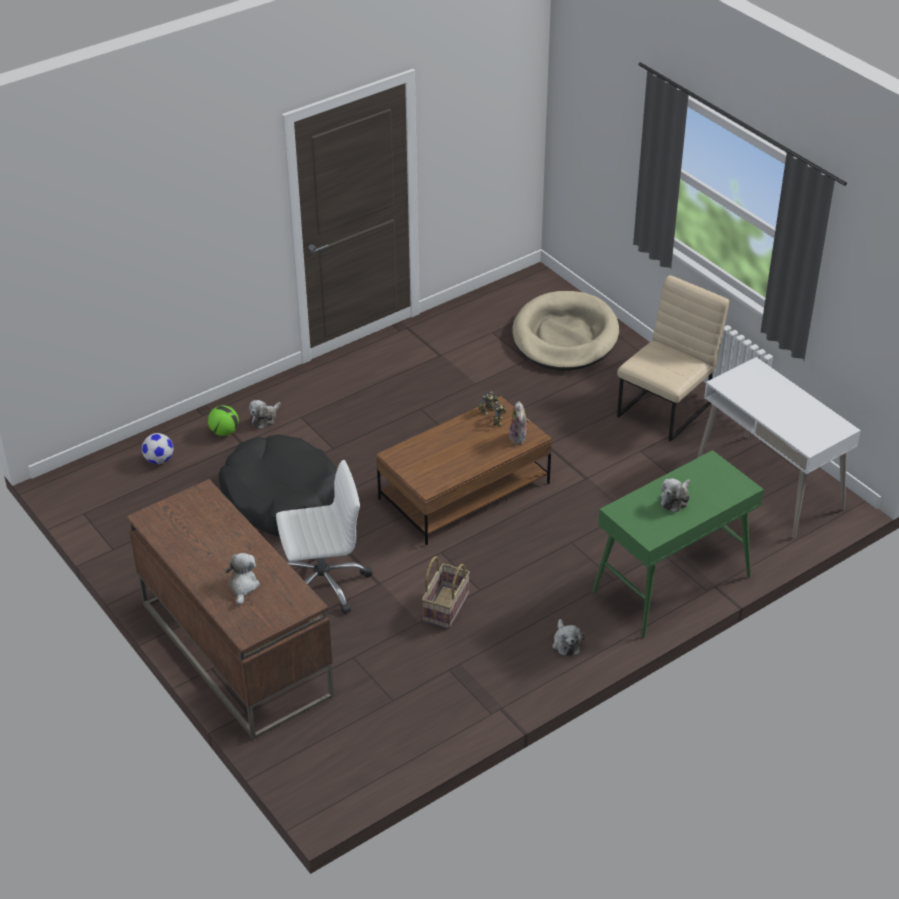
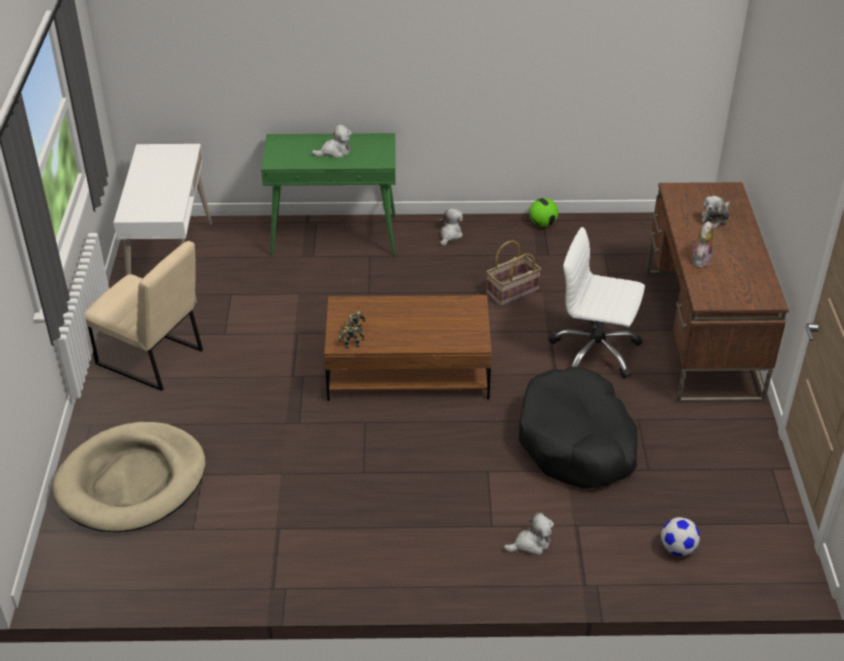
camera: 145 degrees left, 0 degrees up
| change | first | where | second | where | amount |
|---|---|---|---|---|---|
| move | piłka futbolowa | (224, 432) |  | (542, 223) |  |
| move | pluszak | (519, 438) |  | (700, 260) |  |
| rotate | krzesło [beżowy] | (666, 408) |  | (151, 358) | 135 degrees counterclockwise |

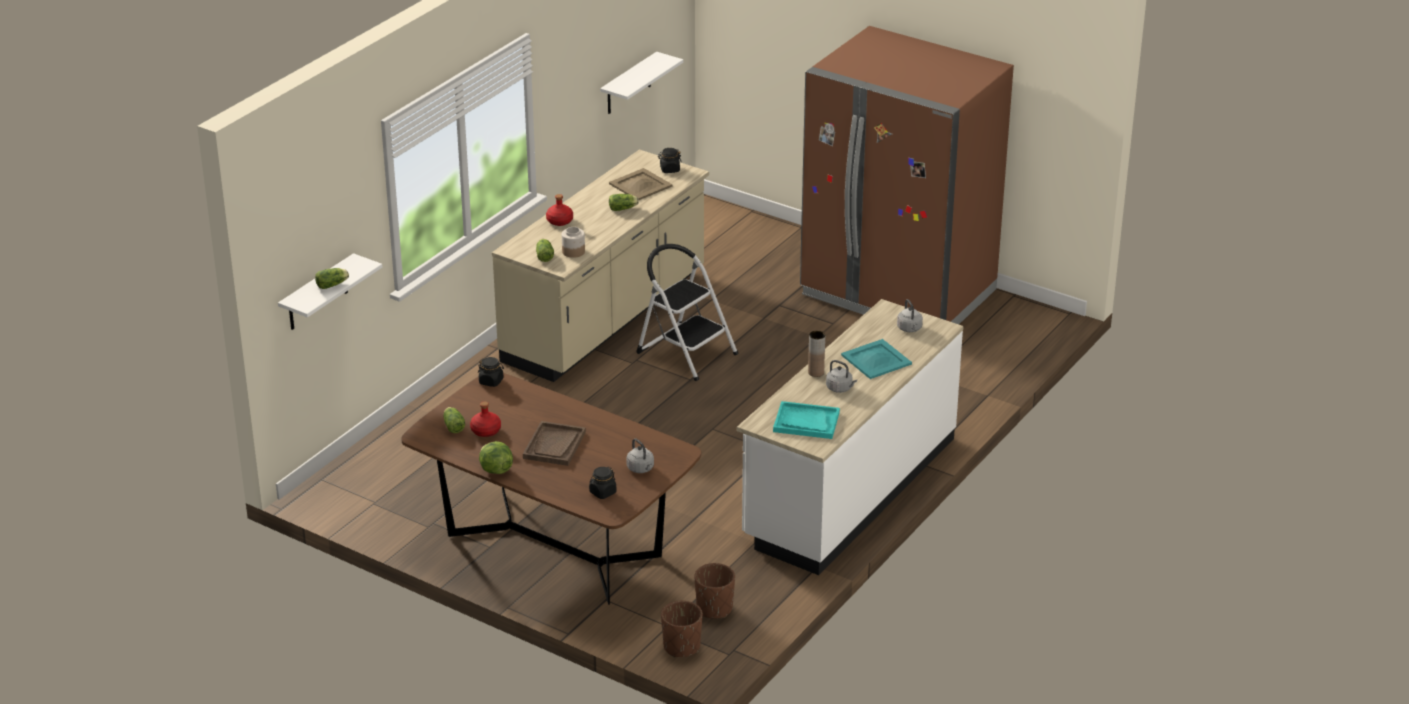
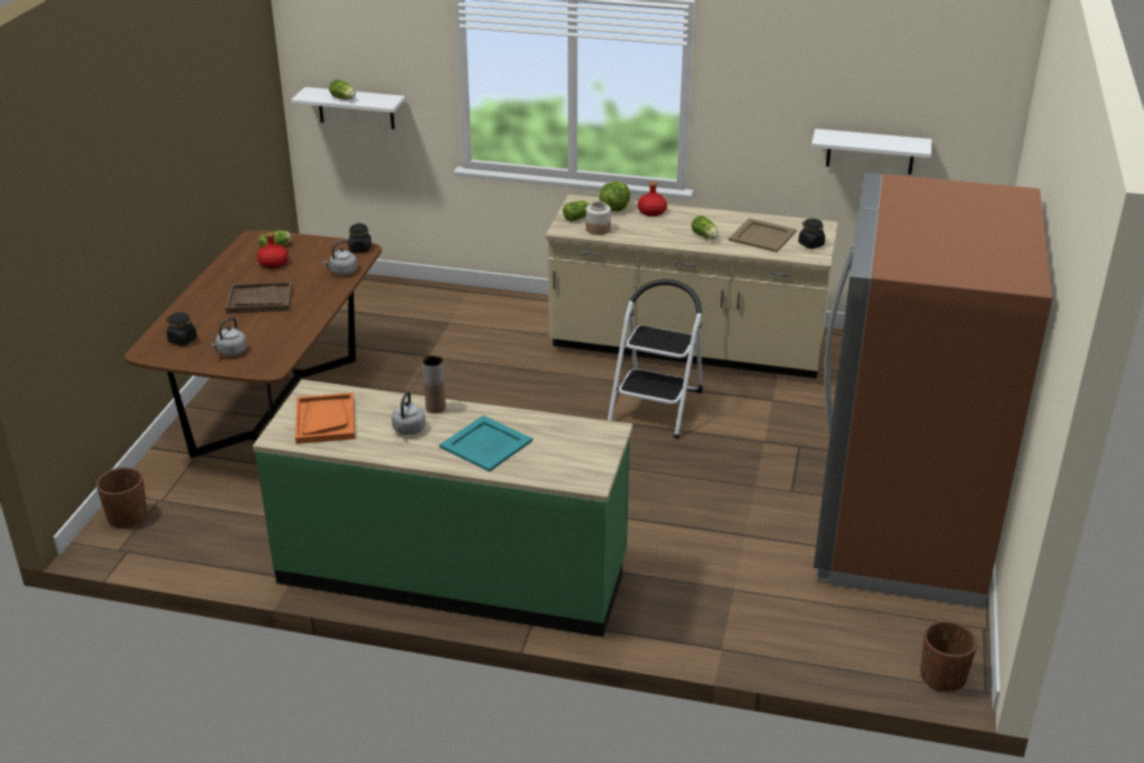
camera: 70 degrees right, 0 degrees up
| change | first | where | second | where | amount |
|---|---|---|---|---|---|
| move | sałata | (495, 470) |  | (614, 208) |  |
| move | donica [brązowy] | (714, 608) |  | (942, 677) |  |
| move | czajnik [szary] | (910, 329) |  | (342, 272) |  |
| recolor | zabudowa kuchenna [biały] | (849, 489) | zabudowa kuchenna [zielony] | (453, 572) |  |
| recolor | taca [turkusowy] | (806, 422) | taca [pomarańczowy] | (325, 420) |  |

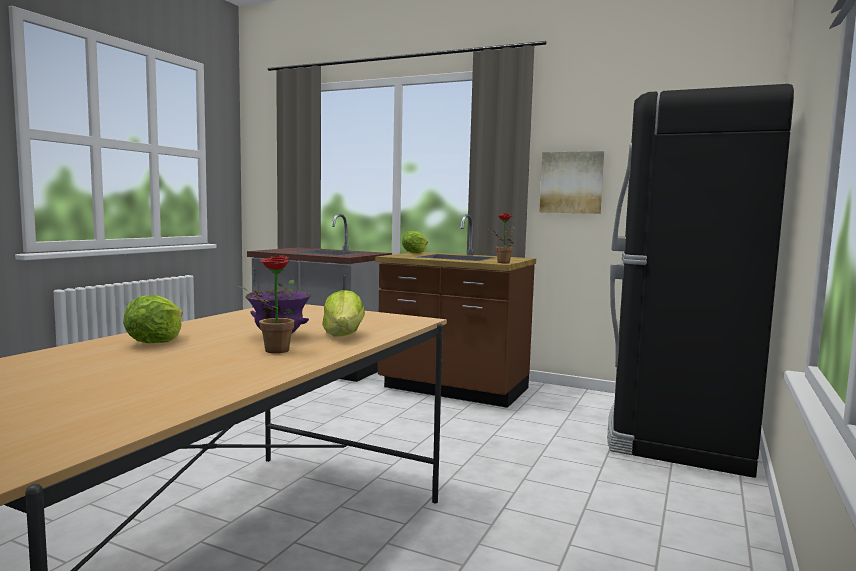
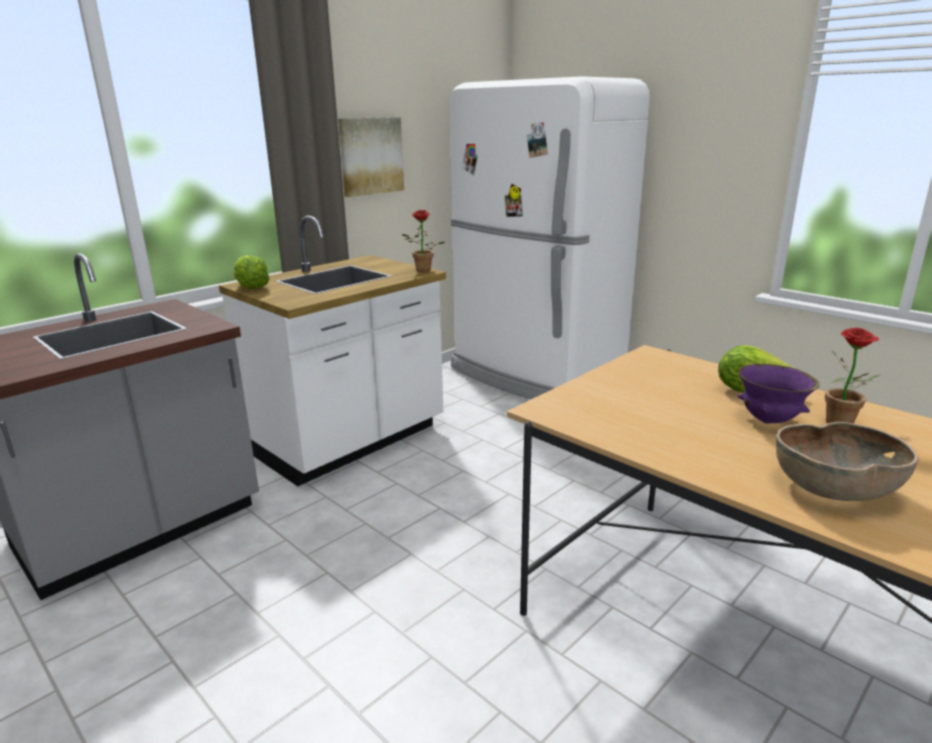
camera: 70 degrees left, 15 degrees up
| change | first | where | second | where | amount |
|---|---|---|---|---|---|
| replace | sałata | (155, 342) | miska [brązowy] | (834, 490) |  |
| recolor | zabudowa kuchenna [brązowy] | (453, 389) | zabudowa kuchenna [biały] | (350, 442) |  |
| recolor | lodówka [czarny] | (679, 433) | lodówka [biały] | (535, 374) |  |

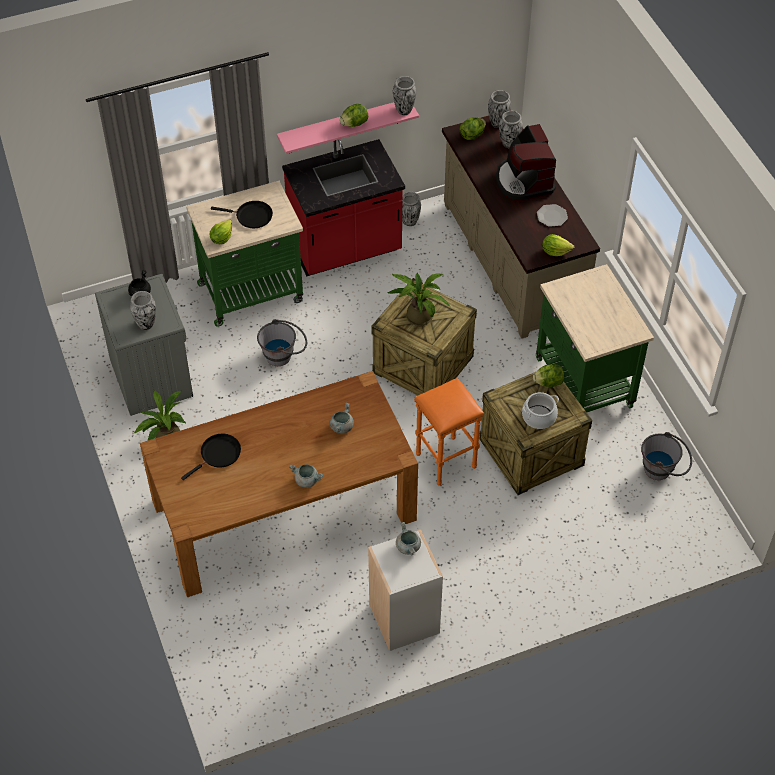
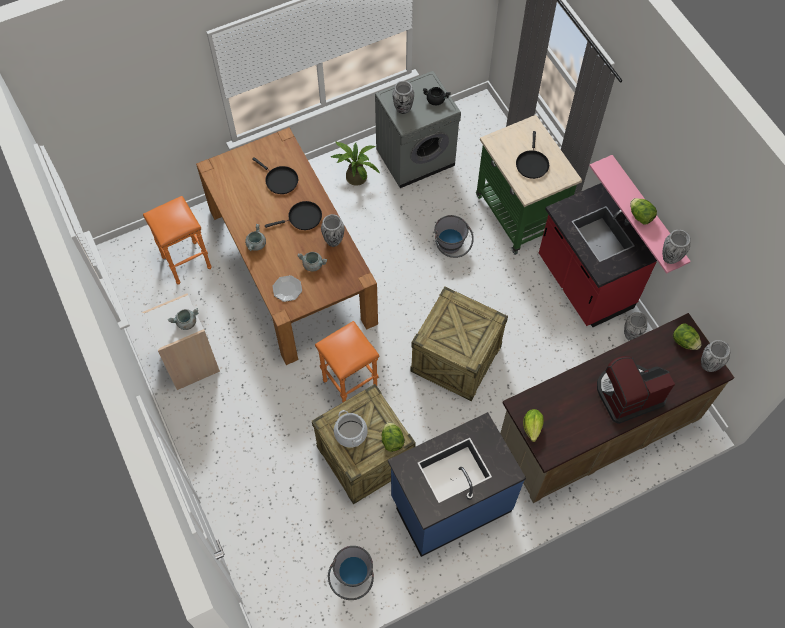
camera: 85 degrees right, 10 degrees up
| change | first | where | second | where | amount |
|---|---|---|---|---|---|
| delete | sałata | (221, 238) |  |  |  |
| delete | roślina doniczkowa | (417, 315) |  |  |  |
| insert |  |  | stołek [pomarańczowy] | (185, 262) |  |
| insert |  |  | patelnia [czarny] | (302, 218) |  |
| move | wazon | (509, 144) |  | (333, 241) |  |
| move | talerz | (552, 216) |  | (287, 289) |  |
| replace | wózek [zielony] | (584, 383) | zabudowa kuchenna [niebieski] | (450, 503) |  |

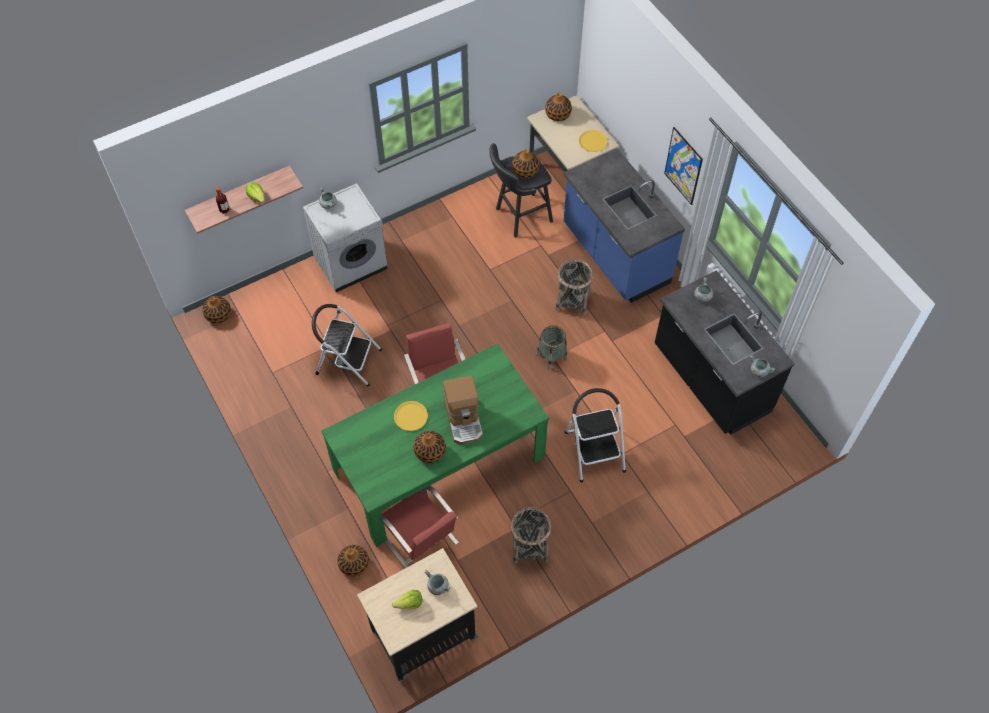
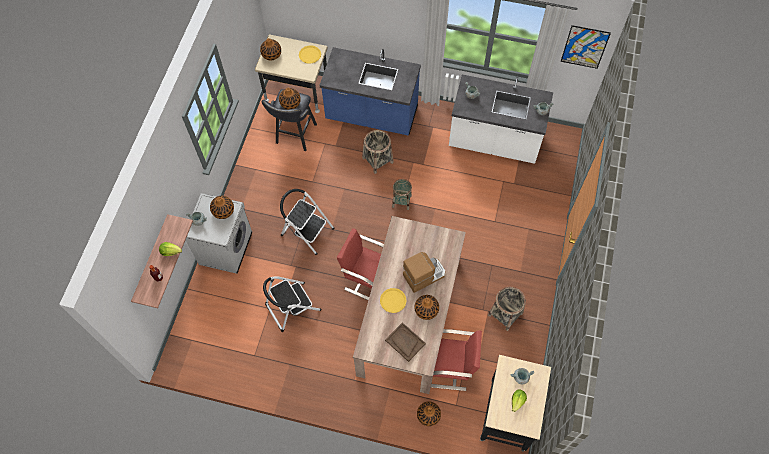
camera: 45 degrees left, 5 degrees up
| change | first | where | second | where | amount |
|---|---|---|---|---|---|
| insert |  |  | taca [brązowy] | (405, 342) |  |
| move | wazon | (218, 315) |  | (223, 211) |  |
| move | drabinka | (594, 449) |  | (306, 231) |  |
| move | obraz | (683, 166) |  | (584, 47) |  |
| recolor | stół jadalny [zielony] | (439, 463) | stół jadalny [beżowy] | (409, 316) |  |
| recolor | zabudowa kuchenna [czarny] | (710, 380) | zabudowa kuchenna [biały] | (494, 142) |  |
| rotate | ekspres do kawy | (464, 420) |  | (424, 275) | 60 degrees counterclockwise |

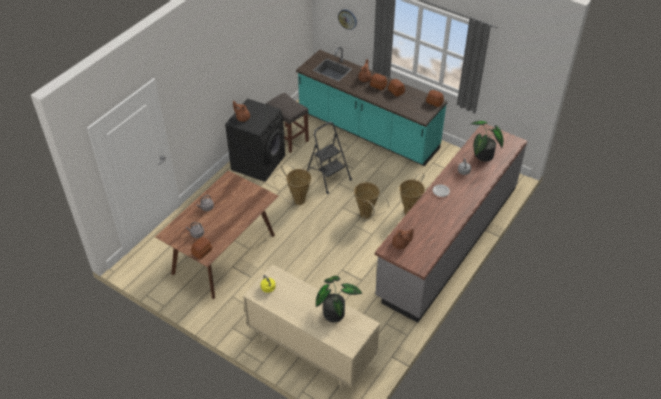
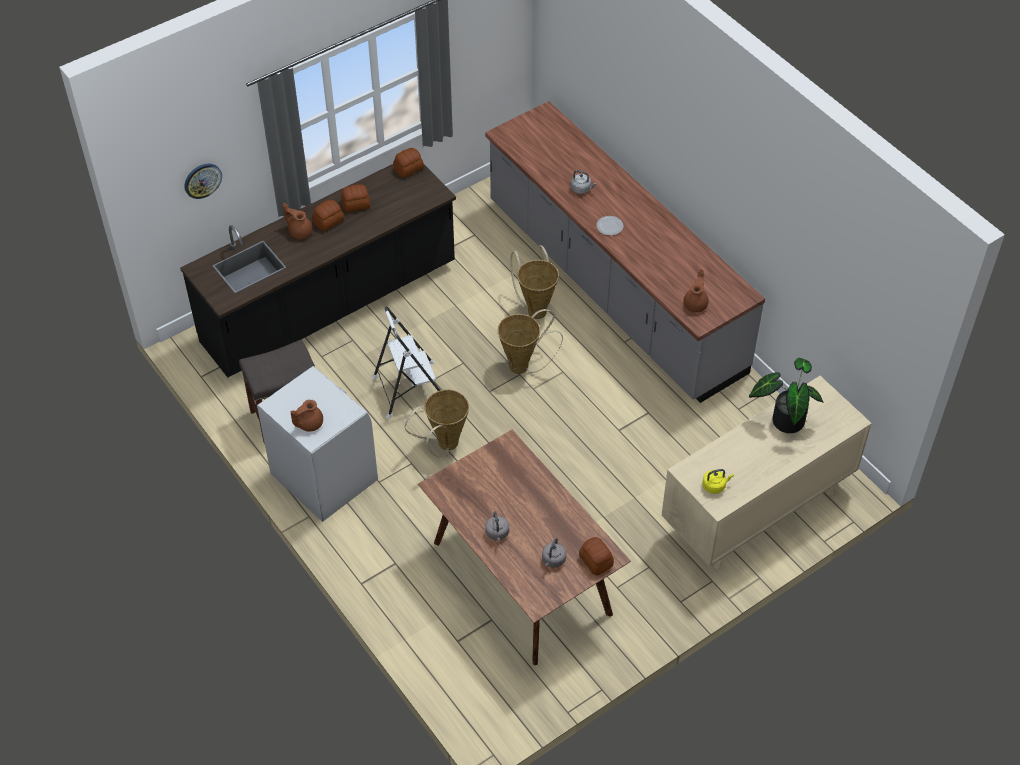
camera: 70 degrees left, 5 degrees up
| change | first | where | second | where | amount |
|---|---|---|---|---|---|
| delete | roślina doniczkowa | (482, 156) |  |  |  |
| recolor | pralka [czarny] | (259, 162) | pralka [biały] | (325, 475) |  |
| recolor | zabudowa kuchenna [turkusowy] | (367, 132) | zabudowa kuchenna [czarny] | (330, 305) |  |
| recolor | drabinka [czarny] | (327, 176) | drabinka [biały] | (408, 389) |  |

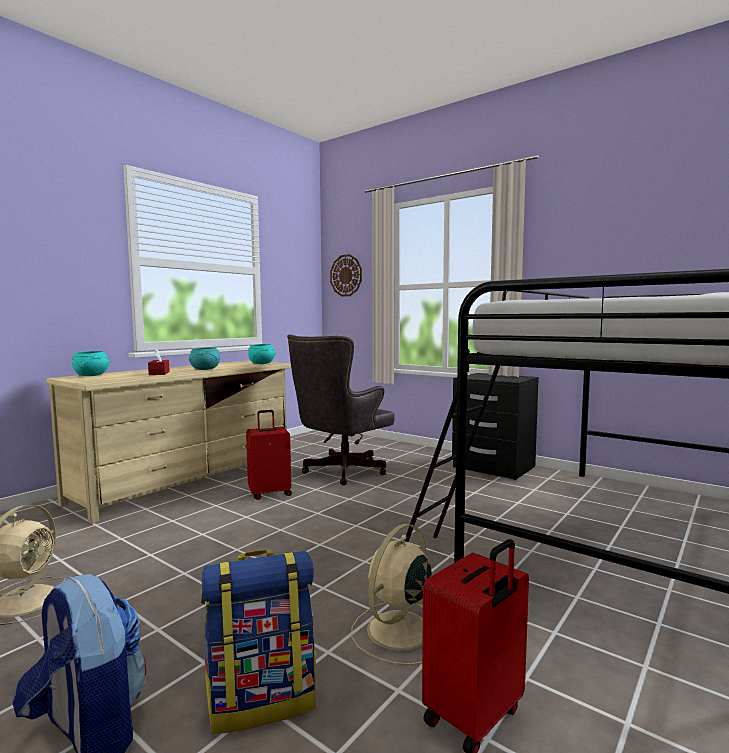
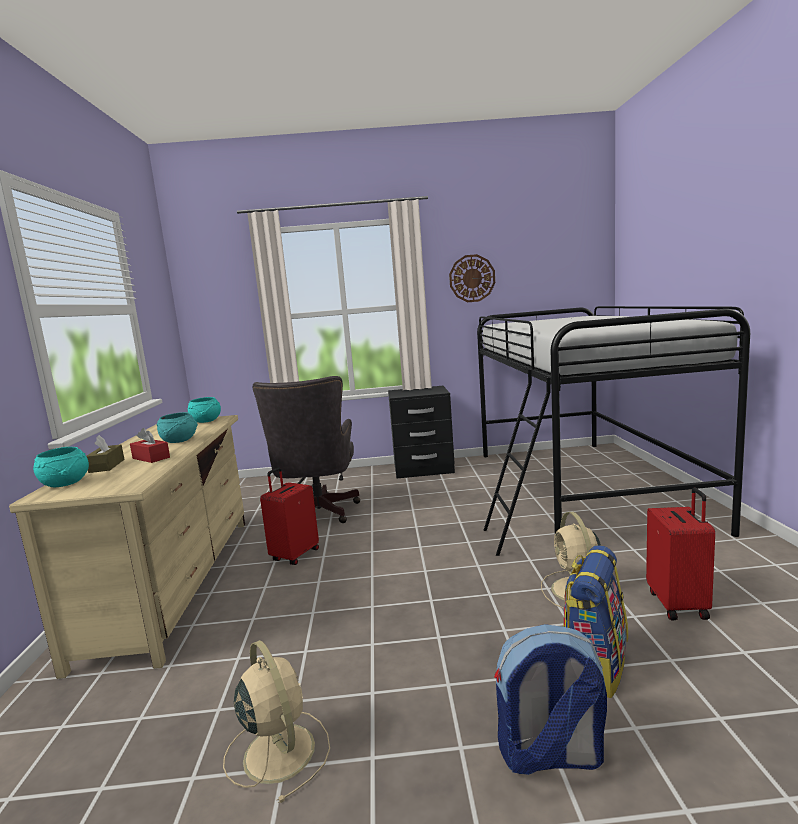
camera: 40 degrees left, 5 degrees up
| change | first | where | second | where | amount |
|---|---|---|---|---|---|
| insert |  |  | pudełko chusteczek [brązowy] | (107, 466) |  |
| move | zegar ścienny | (346, 275) |  | (472, 278) |  |

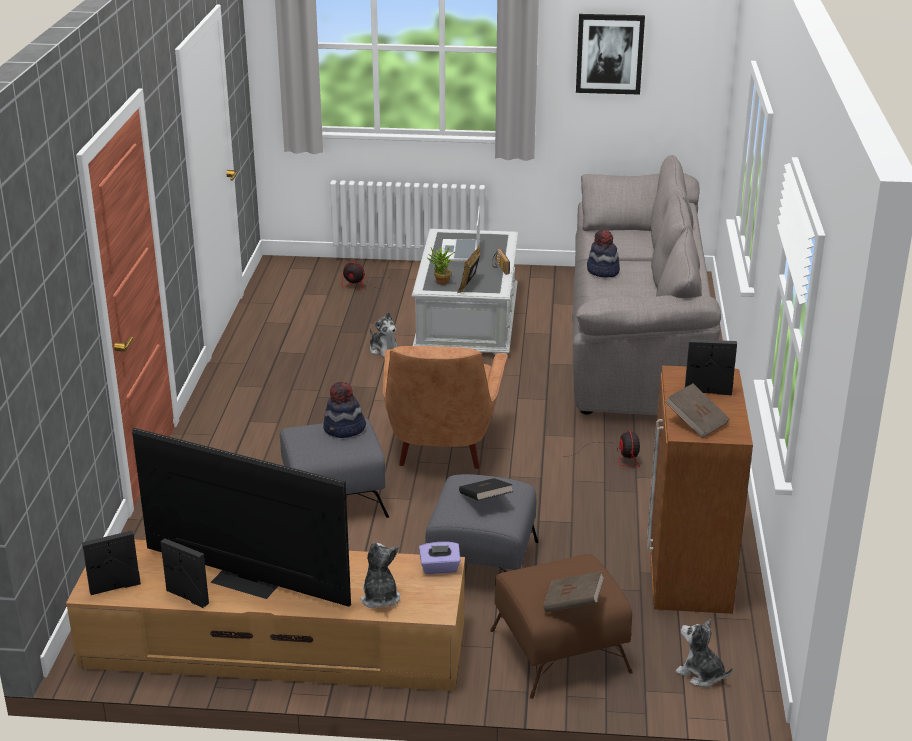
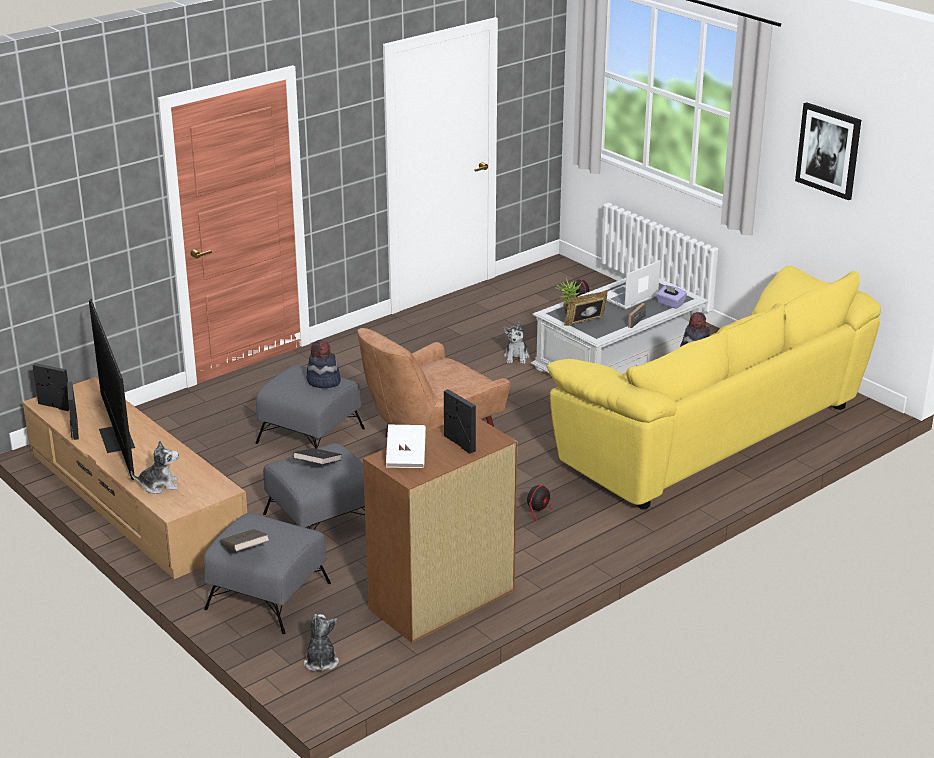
camera: 45 degrees right, 0 degrees up
| change | first | where | second | where | amount |
|---|---|---|---|---|---|
| move | pudełko chusteczek [fioletowy] | (439, 568) |  | (670, 304) |  |
| recolor | pufa [brązowy] | (561, 651) | pufa [szary] | (268, 596) |  |
| recolor | kanapa [szary] | (633, 344) | kanapa [żółty] | (711, 437) |  |
| recolor | książka [brązowy] | (696, 422) | książka [biały] | (406, 457) |  |
| rotate | pluszak | (379, 597) |  | (159, 485) | 45 degrees clockwise |

